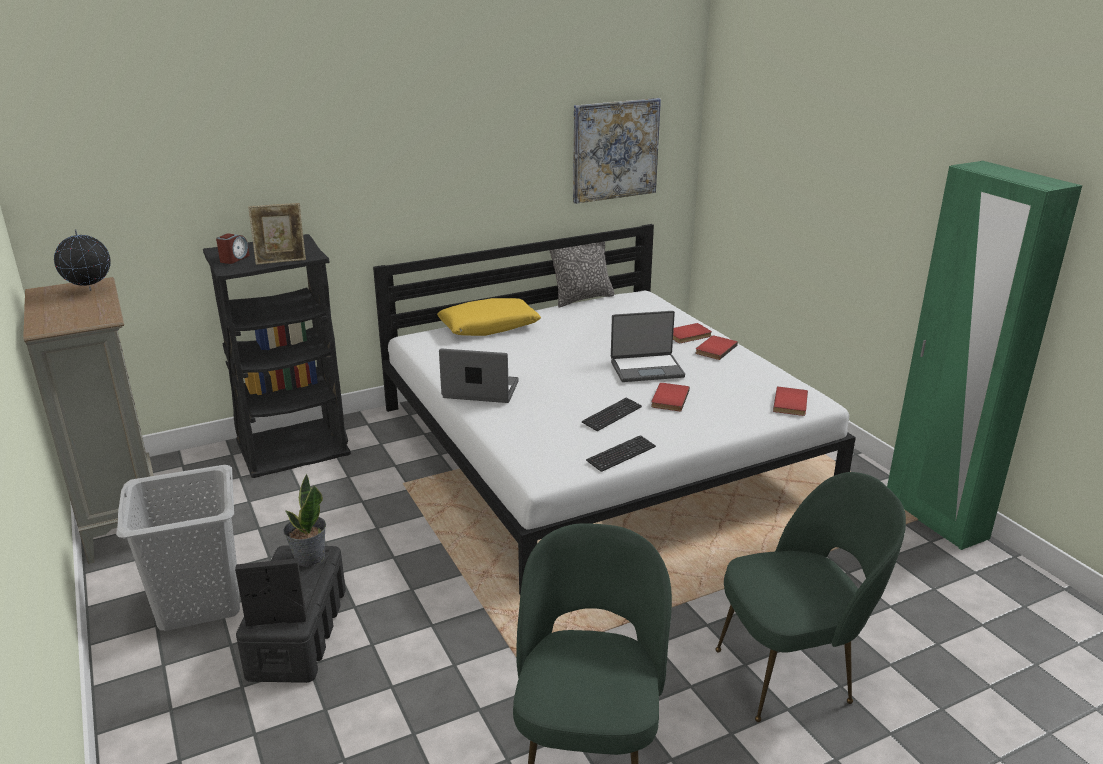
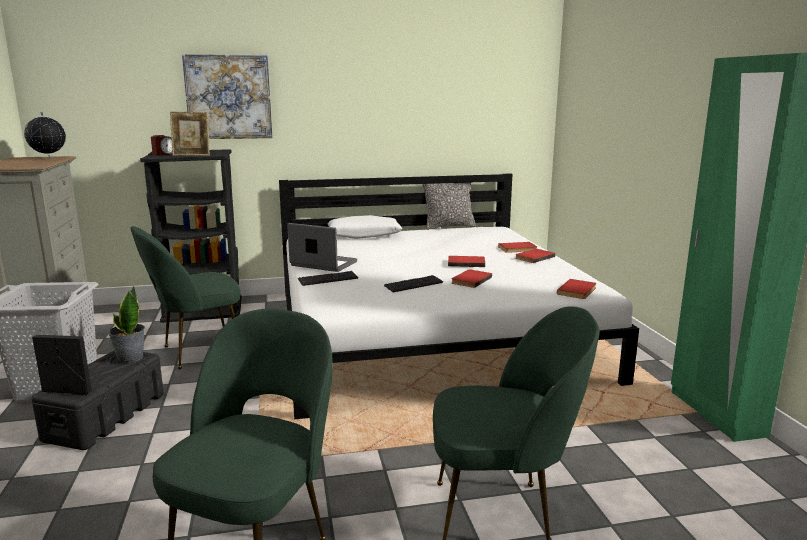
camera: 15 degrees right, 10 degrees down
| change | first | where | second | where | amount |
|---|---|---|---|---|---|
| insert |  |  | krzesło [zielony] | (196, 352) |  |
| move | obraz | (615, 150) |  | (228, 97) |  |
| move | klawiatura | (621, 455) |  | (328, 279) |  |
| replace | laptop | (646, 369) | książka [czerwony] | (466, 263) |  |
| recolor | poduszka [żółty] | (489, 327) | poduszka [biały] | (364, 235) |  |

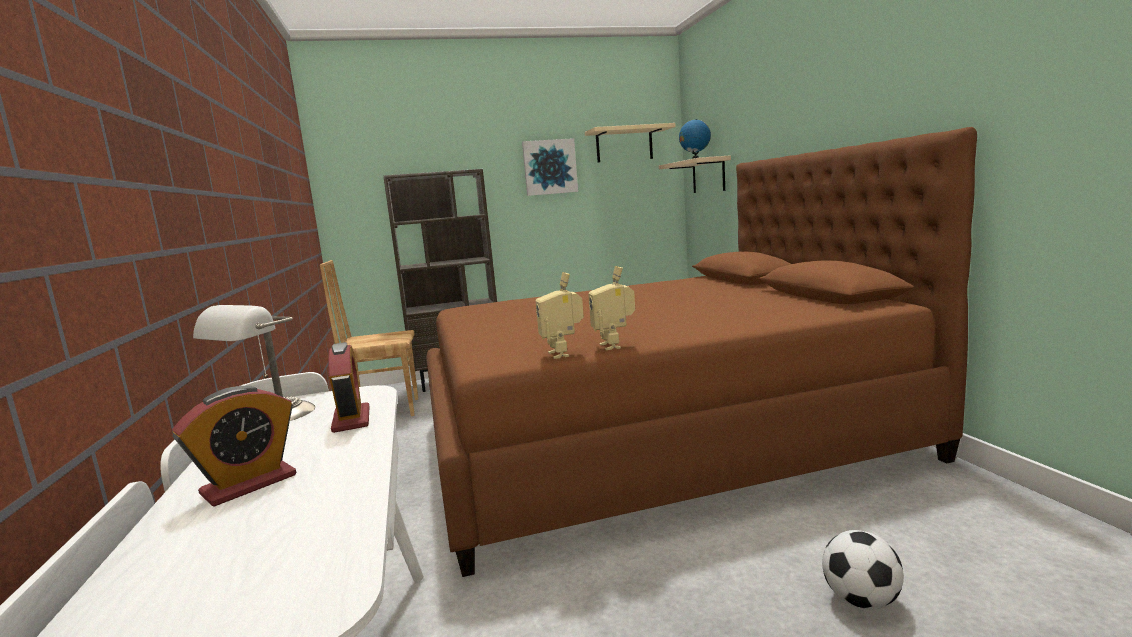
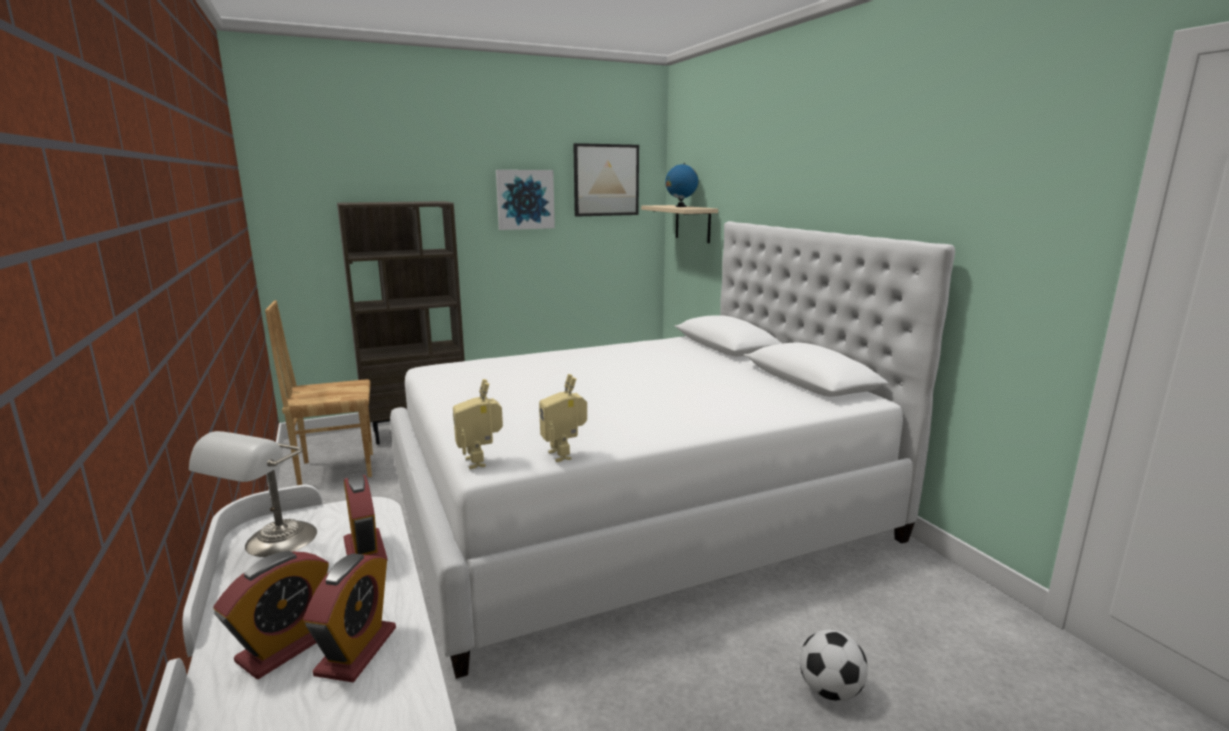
camera: 10 degrees left, 5 degrees up
| change | first | where | second | where | amount |
|---|---|---|---|---|---|
| insert |  |  | budzik | (356, 651) |  |
| move | robot zabawkowy | (614, 345) |  | (480, 461) |  |
| replace | półka [beżowy] | (624, 145) | obraz | (606, 180) |  |
| recolor | łóżko [brązowy] | (654, 437) | łóżko [biały] | (634, 510) |  |

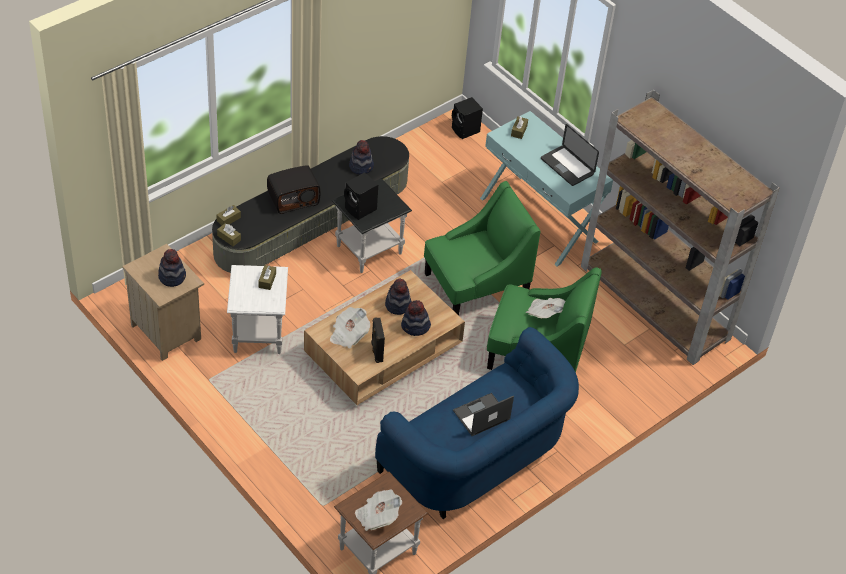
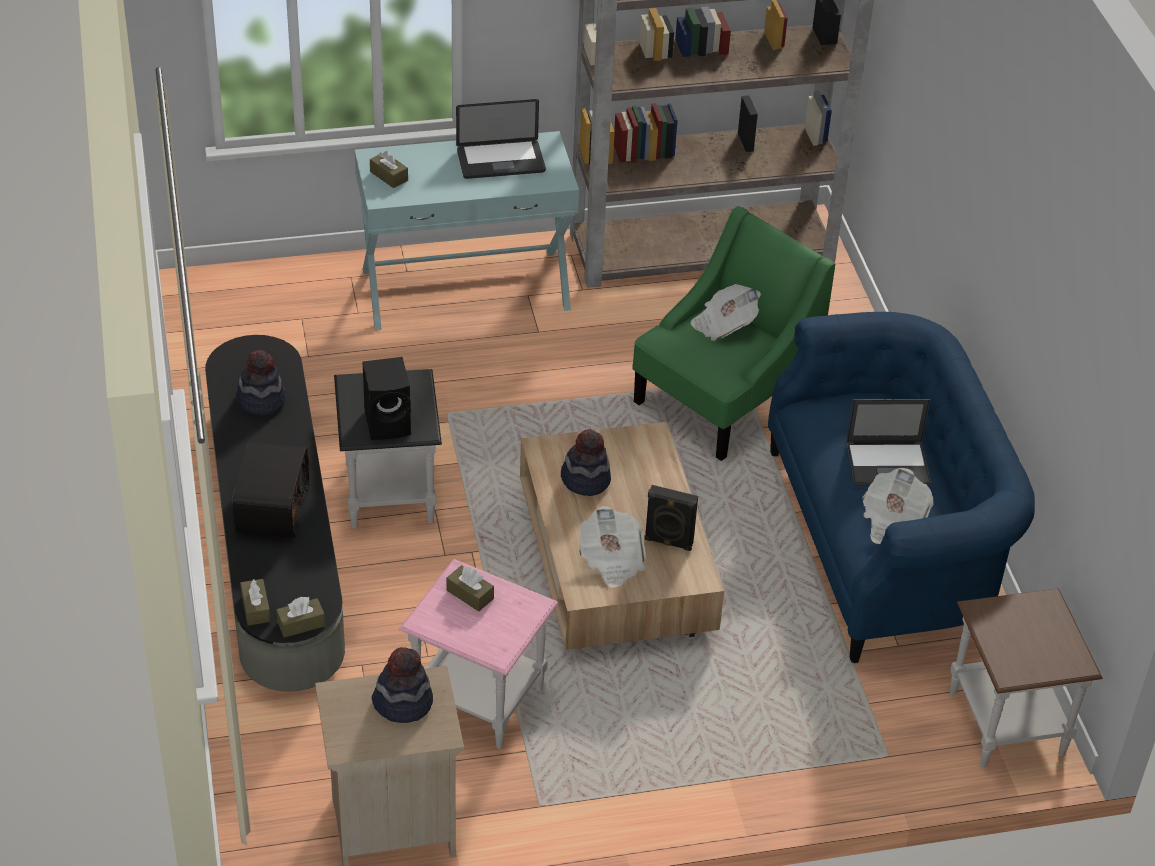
camera: 60 degrees left, 5 degrees down
| change | first | where | second | where | amount |
|---|---|---|---|---|---|
| delete | kapelusz | (415, 327) |  |  |  |
| delete | fotel [zielony] | (475, 286) |  |  |  |
| delete | głośnik [czarny] | (465, 130) |  |  |  |
| move | gazeta | (377, 516) |  | (892, 522) |  |
| recolor | stolik [biały] | (258, 333) | stolik [różowy] | (477, 700) |  |
| rotate | laptop | (481, 415) |  | (888, 464) | 90 degrees counterclockwise |

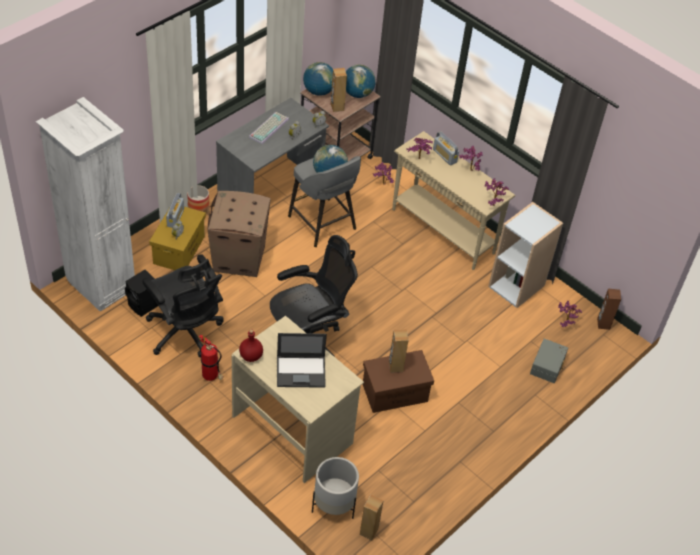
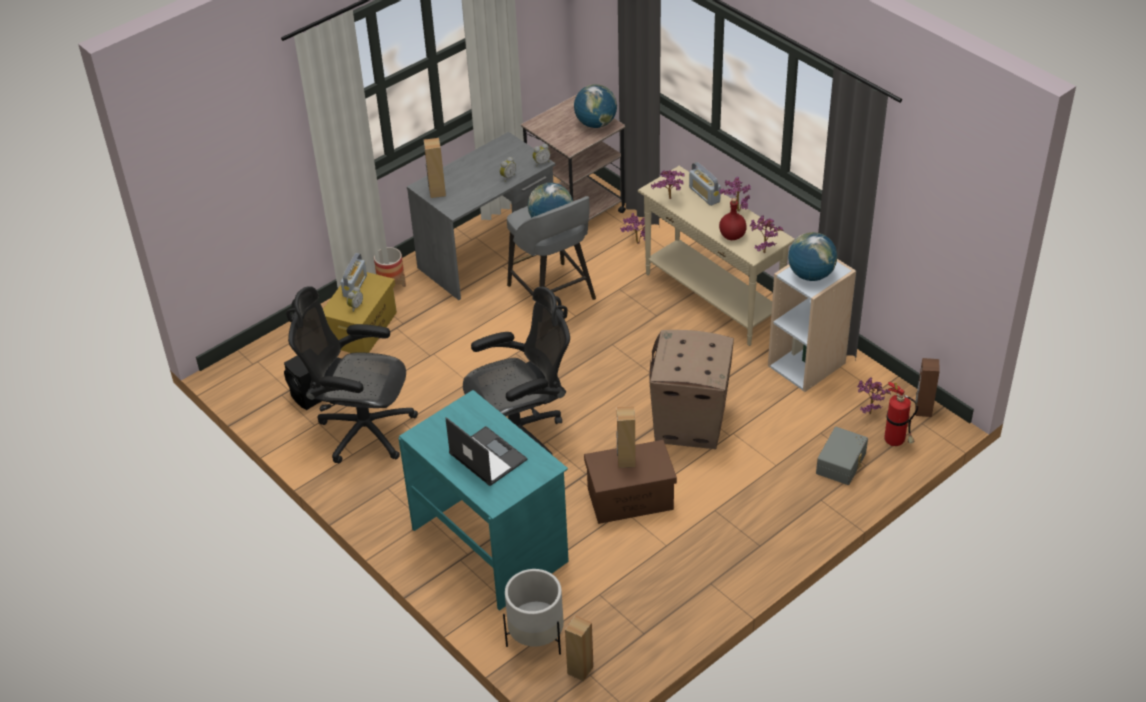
camera: 10 degrees right, 5 degrees down
| change | first | where | second | where | amount |
|---|---|---|---|---|---|
| delete | szafka [biały] | (102, 284) |  |  |  |
| delete | klawiatura | (268, 127) |  |  |  |
| move | gaśnica | (211, 377) |  | (896, 442) |  |
| move | karton | (239, 259) |  | (689, 425) |  |
| move | butelka [czerwony] | (250, 356) |  | (731, 236) |  |
| move | globus | (318, 91) |  | (810, 275) |  |
| move | głośnik [brązowy] | (337, 107) |  | (437, 192) |  |
| recolor | biurko [beżowy] | (293, 429) | biurko [turkusowy] | (491, 544) |  |
| rotate | krzesło biurowe | (185, 334) |  | (361, 430) | 135 degrees clockwise |
| rotate | laptop | (301, 371) |  | (487, 456) | 135 degrees counterclockwise |

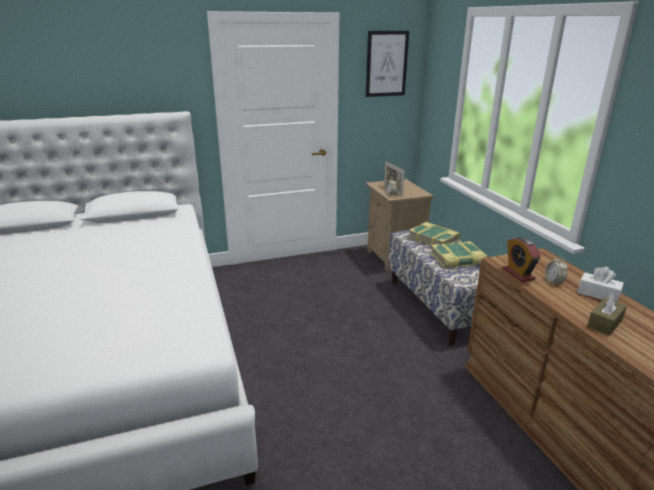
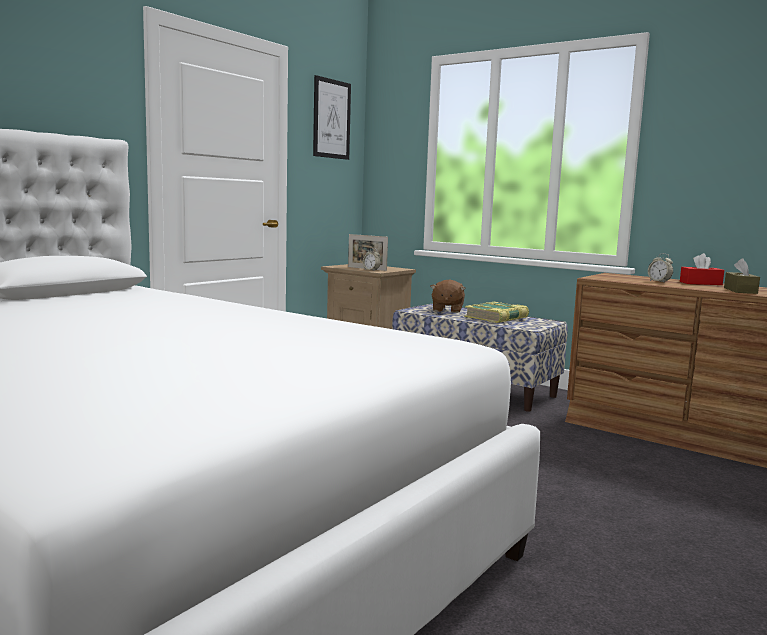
camera: 35 degrees left, 15 degrees down
| change | first | where | second | where | amount |
|---|---|---|---|---|---|
| delete | budzik | (518, 274) |  |  |  |
| replace | książka | (434, 239) | pluszak [brązowy] | (447, 310) |  |
| recolor | pudełko chusteczek [biały] | (598, 294) | pudełko chusteczek [czerwony] | (700, 283) |  |

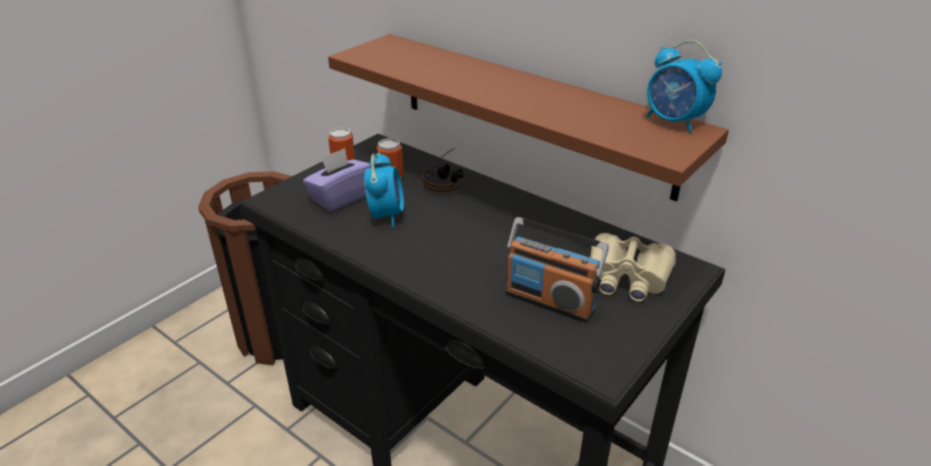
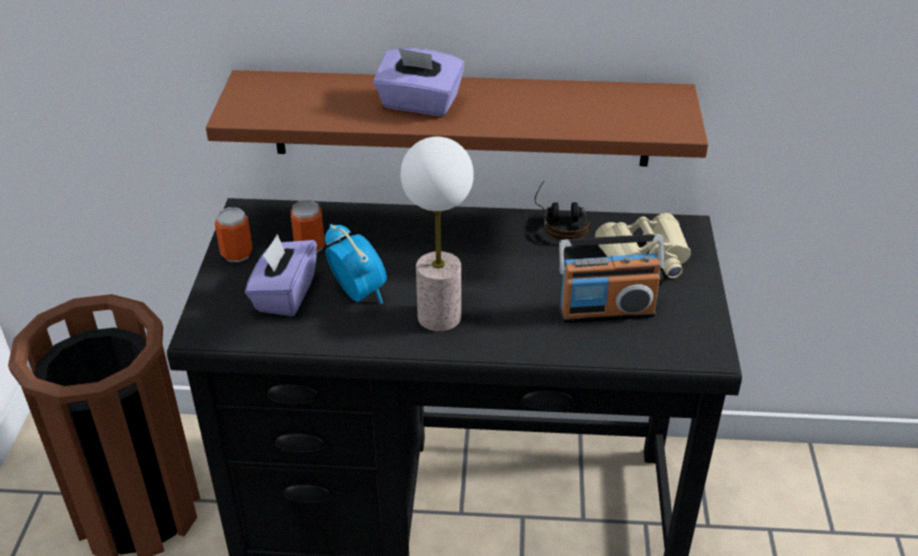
camera: 35 degrees left, 5 degrees up
| change | first | where | second | where | amount |
|---|---|---|---|---|---|
| delete | budzik | (674, 122) |  |  |  |
| insert |  |  | pudełko chusteczek [fioletowy] | (419, 104) |  |
| insert |  |  | lampa stołowa | (439, 316) |  |
| move | słuchawki | (447, 180) |  | (561, 220) |  |

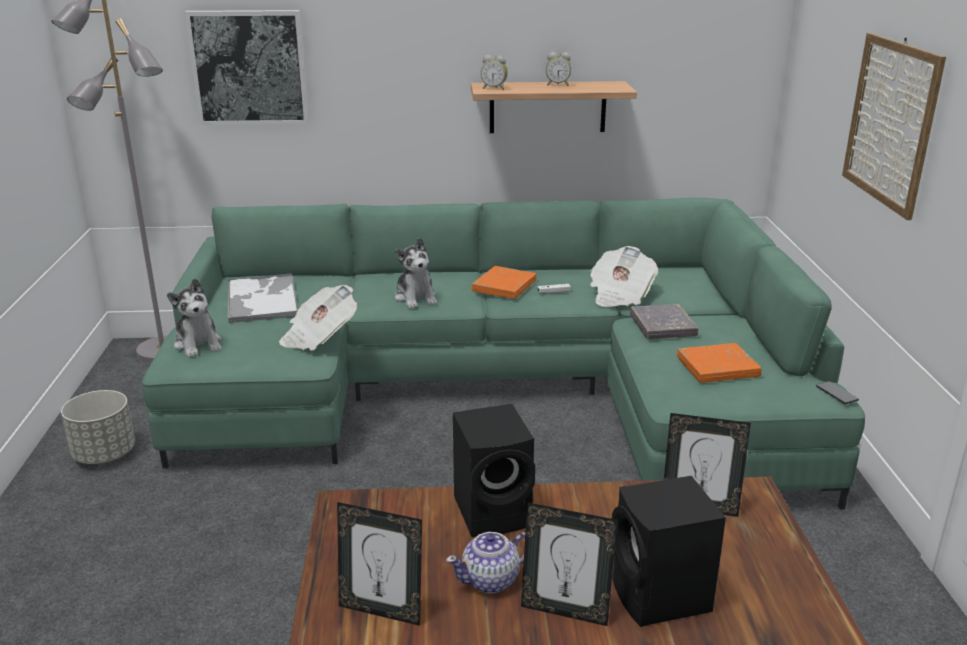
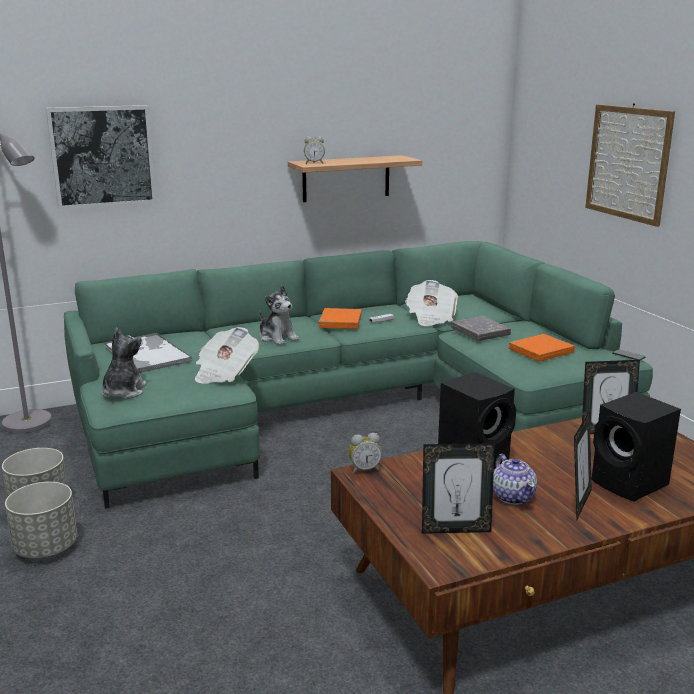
camera: 20 degrees left, 5 degrees down
| change | first | where | second | where | amount |
|---|---|---|---|---|---|
| insert |  |  | donica [szary] | (46, 548) |  |
| move | budzik | (558, 85) |  | (364, 470) |  |
| rotate | pluszak | (198, 344) |  | (123, 392) | 120 degrees counterclockwise |
| rotate | imbryk | (491, 580) |  | (513, 496) | 60 degrees counterclockwise |
| rotate | ramka na zdjęcie | (565, 611) |  | (578, 503) | 60 degrees counterclockwise |

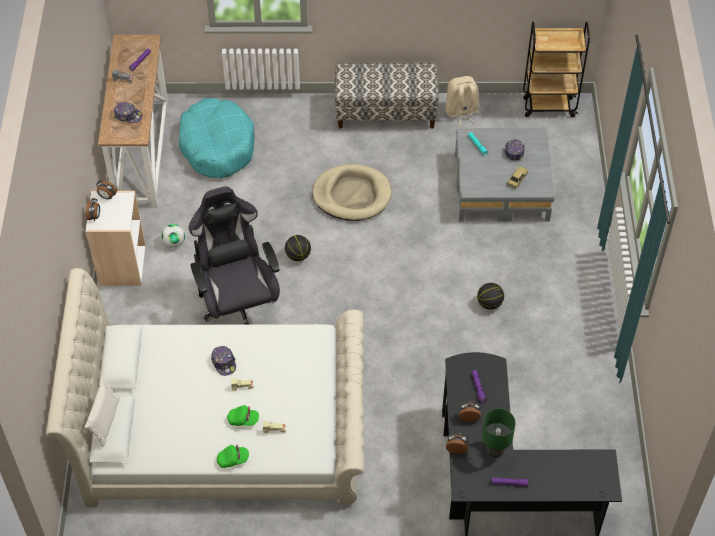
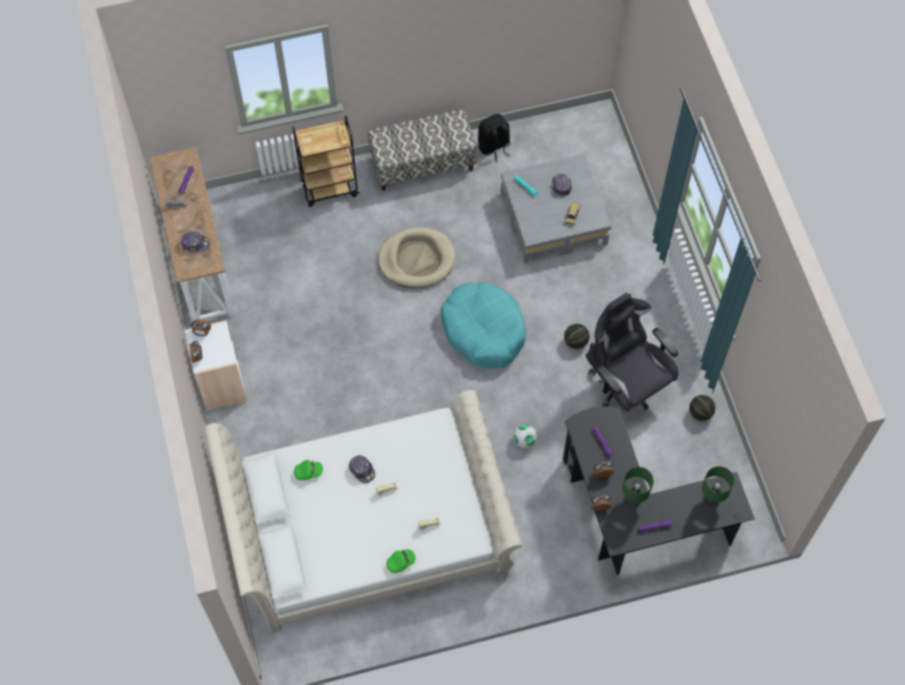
camera: 15 degrees left, 10 degrees up
| change | first | where | second | where | amount |
|---|---|---|---|---|---|
| delete | poduszka [biały] | (105, 421) |  |  |  |
| insert |  |  | lampa stołowa [zielony] | (712, 498) |  |
| move | piłka futbolowa | (174, 243) |  | (524, 441) |  |
| move | legowisko [turkusowy] | (217, 146) |  | (483, 330) |  |
| move | krzesło biurowe [czarny] | (238, 305) |  | (626, 386) |  |
| move | czapka z daszkiem [zielony] | (243, 420) |  | (308, 472) |  |
| move | piłka do koszykówki | (298, 255) |  | (700, 413) |  |
| move | wózek [brązowy] | (549, 107) |  | (330, 190) |  |
| recolor | plecak [beżowy] | (461, 112) | plecak [czarny] | (494, 147) |  |

